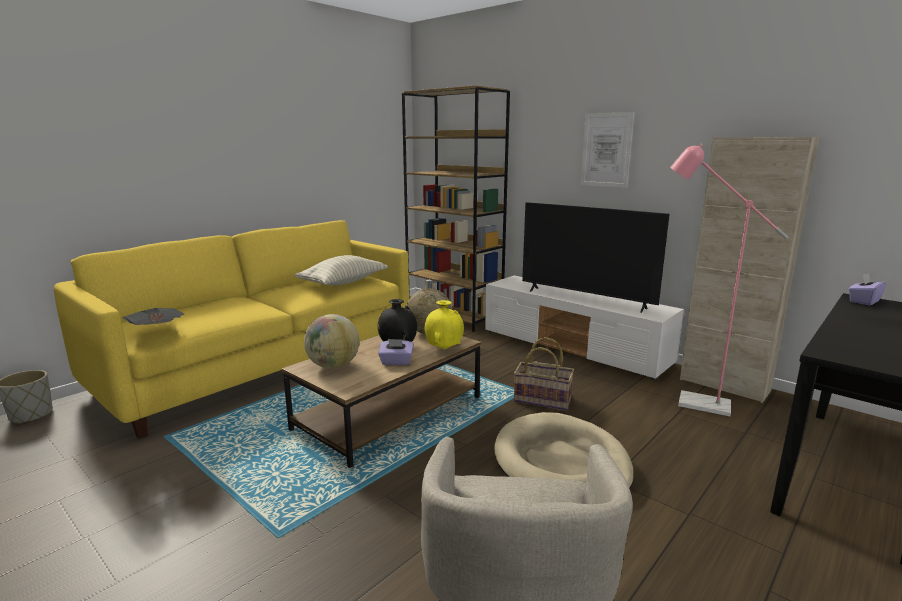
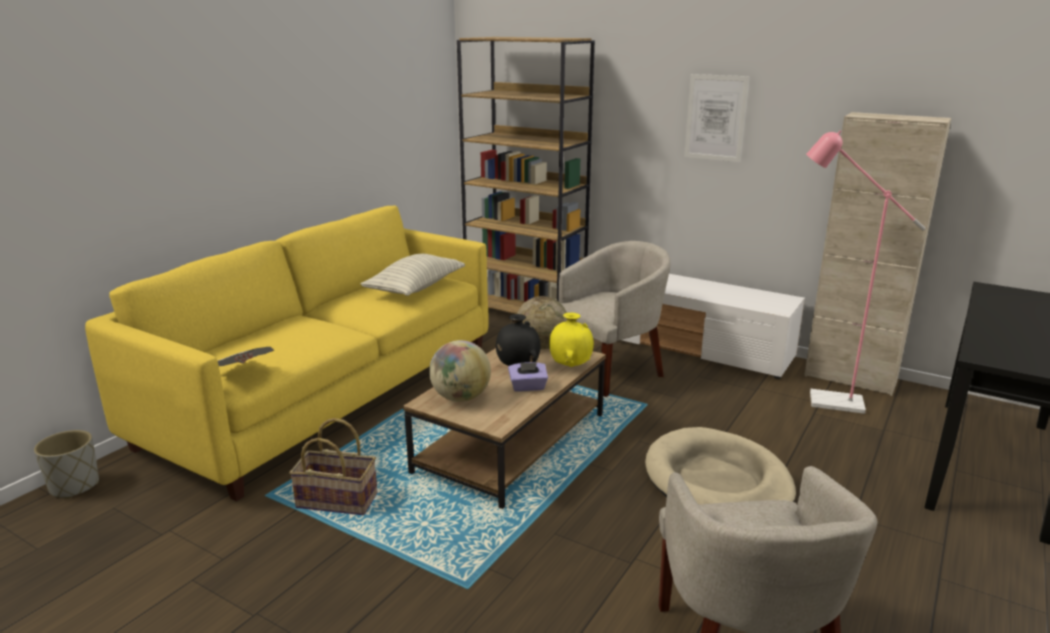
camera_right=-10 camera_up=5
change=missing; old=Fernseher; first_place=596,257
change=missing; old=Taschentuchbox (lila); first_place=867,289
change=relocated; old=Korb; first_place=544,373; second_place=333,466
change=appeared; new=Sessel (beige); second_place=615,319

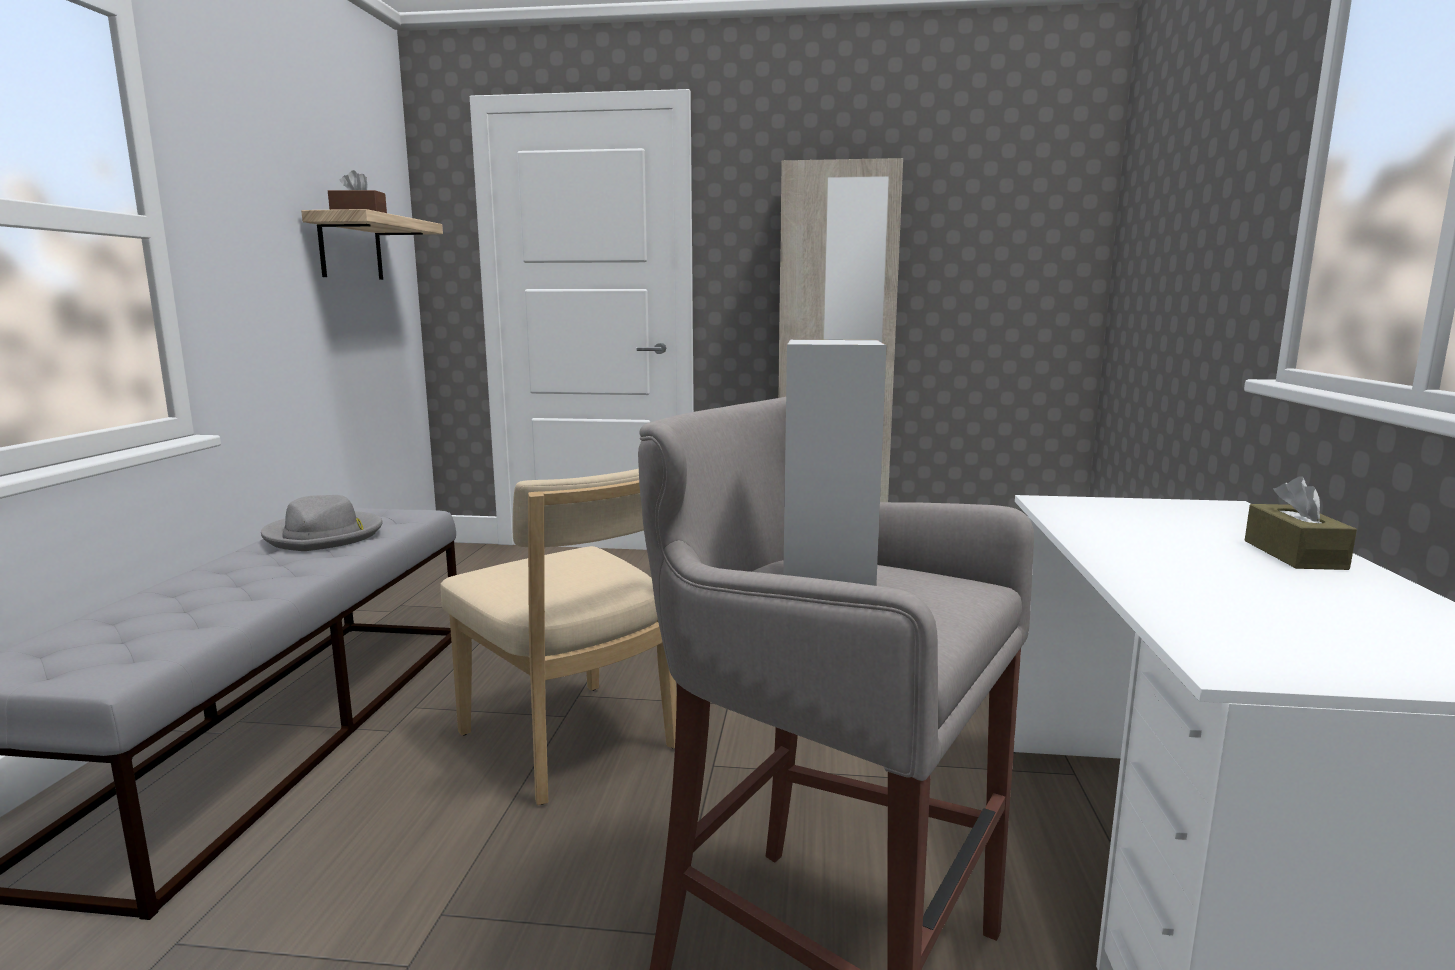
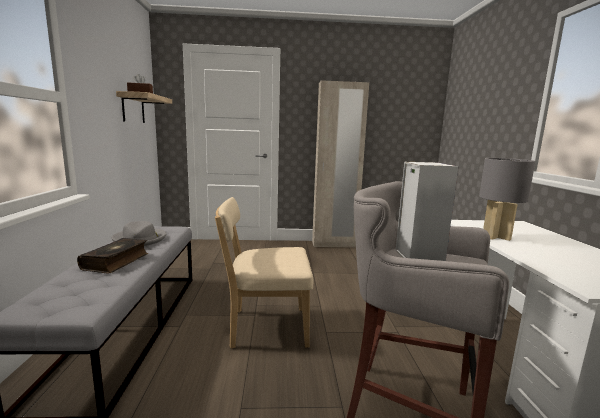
camera_right=-10 camera_up=0
change=spun; old=Stuhl (beige); first_place=559,637; second_place=264,272; degrees=135
change=missing; old=Taschentuchbox (braun); first_place=1301,523
change=appeared; new=Tischlampe (grau); second_place=507,199
change=appeared; new=Buch; second_place=112,255

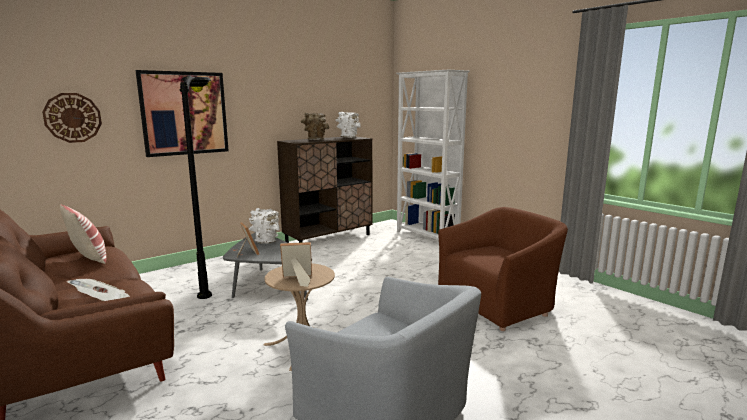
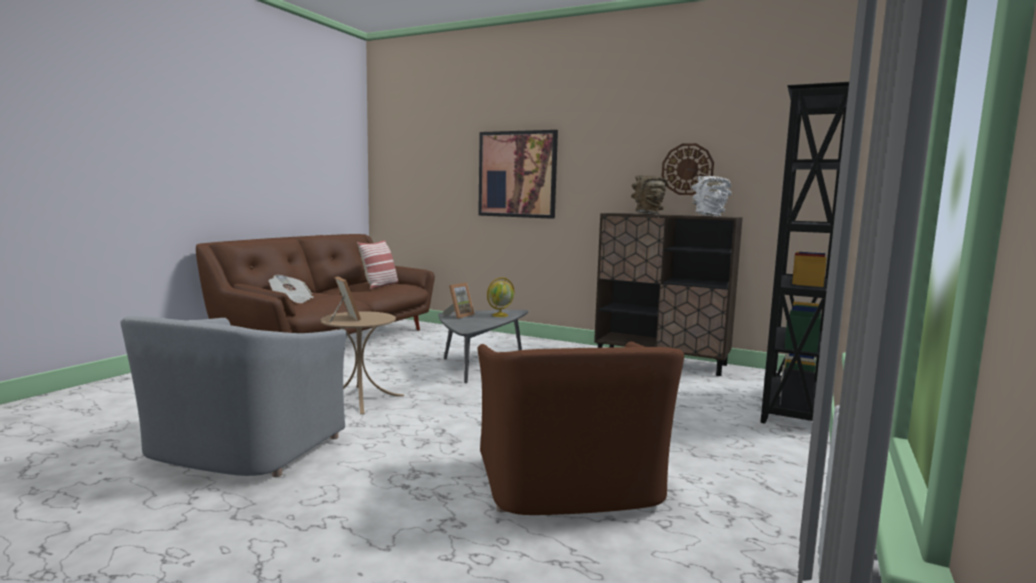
camera_right=65 camera_up=-5
change=colour; old=Bücherregal (weiß); new=Bücherregal (schwarz); first_place=433,154; second_place=805,253
change=missing; old=Stehlampe (schwarz); first_place=195,187
change=relocated; old=Wanduhr; first_place=72,118; second_place=688,169
change=spun; old=Sessel (braun); first_place=503,269; second_place=580,428; degrees=45
change=exchanged; old=Vase (weiß); new=Globus; first_place=264,226; second_place=501,297

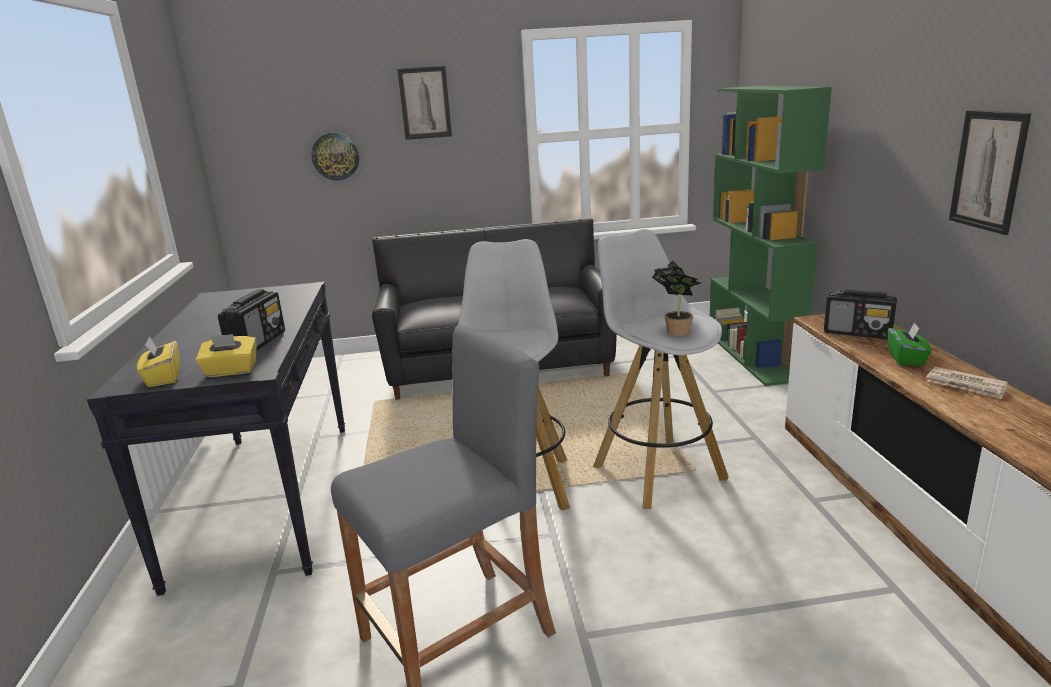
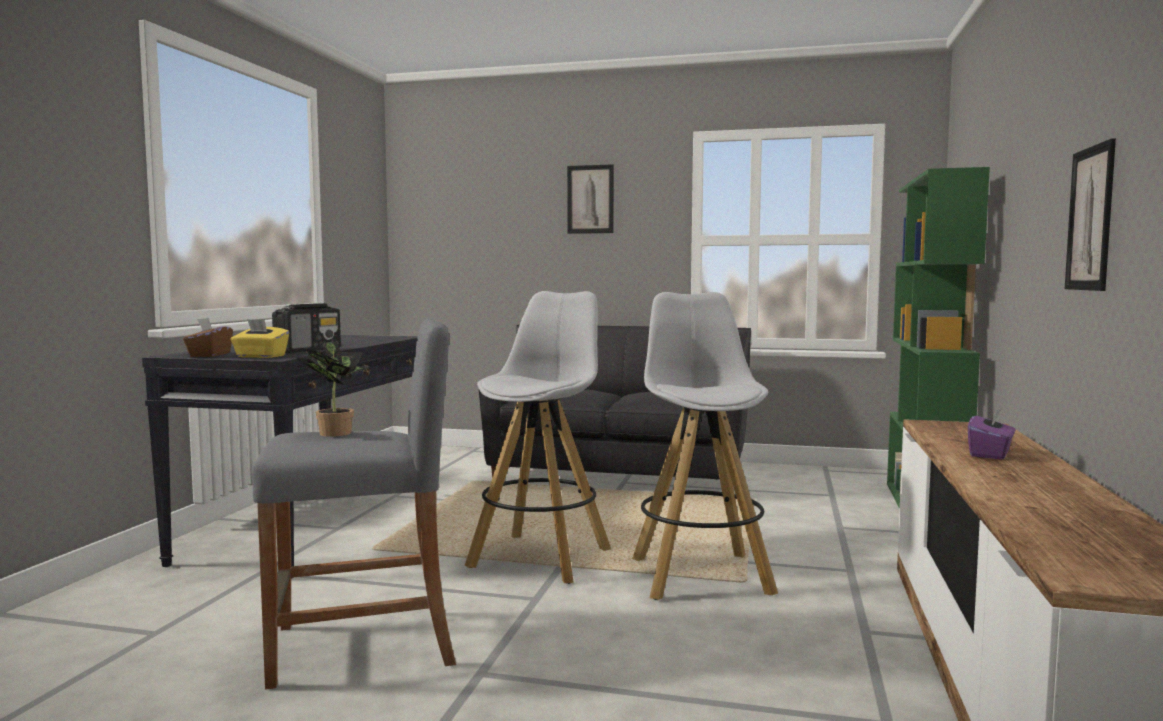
camera_right=20 camera_up=-15
change=missing; old=Wanduhr; first_place=335,157
change=relocated; old=Topfpflanze; first_place=676,298; second_place=333,387
change=missing; old=Radio; first_place=860,314
change=colour; old=Taschentuchbox (grün); new=Taschentuchbox (lila); first_place=910,344; second_place=991,434
change=colour; old=Taschentuchbox (gelb); new=Taschentuchbox (braun); first_place=158,362; second_place=208,337
change=missing; old=Zeitung; first_place=967,383

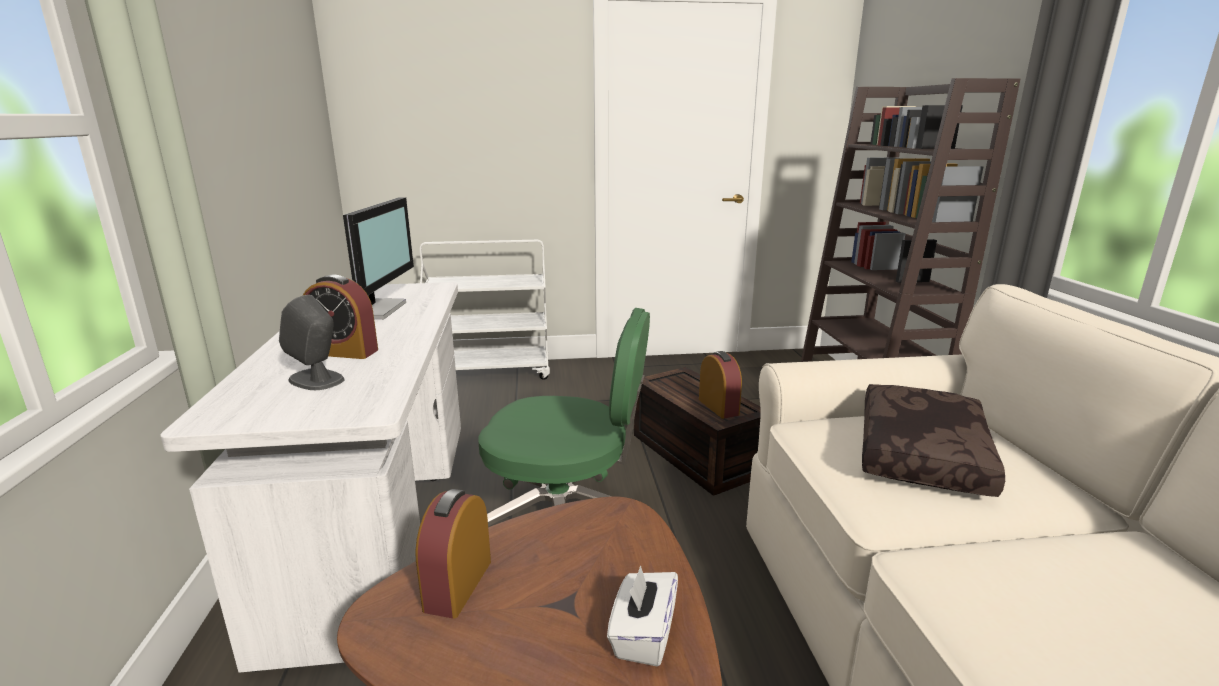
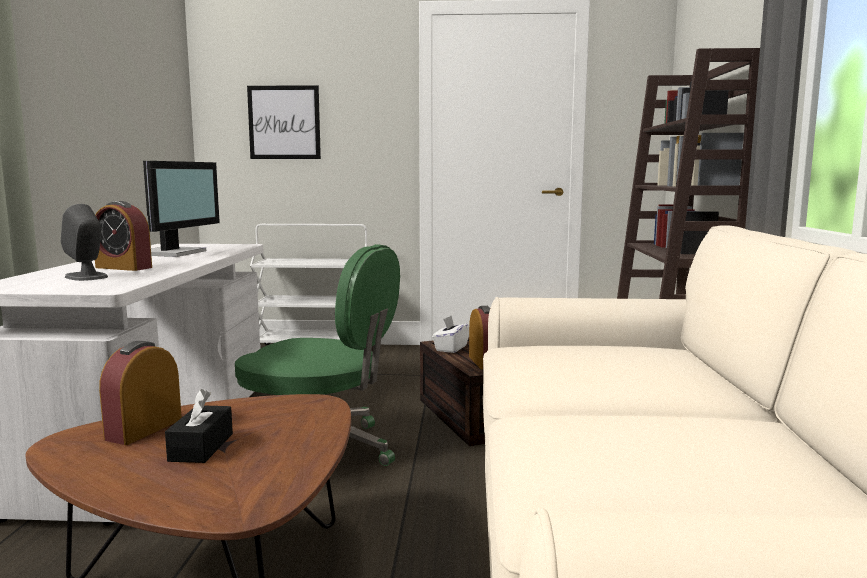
camera_right=10 camera_up=-10
change=missing; old=Kissen (braun); first_place=933,440
change=relocated; old=Taschentuchbox (weiß); first_place=642,616; second_place=450,334
change=appeared; new=Bild; second_place=284,122
change=appeared; new=Taschentuchbox (schwarz); second_place=199,426

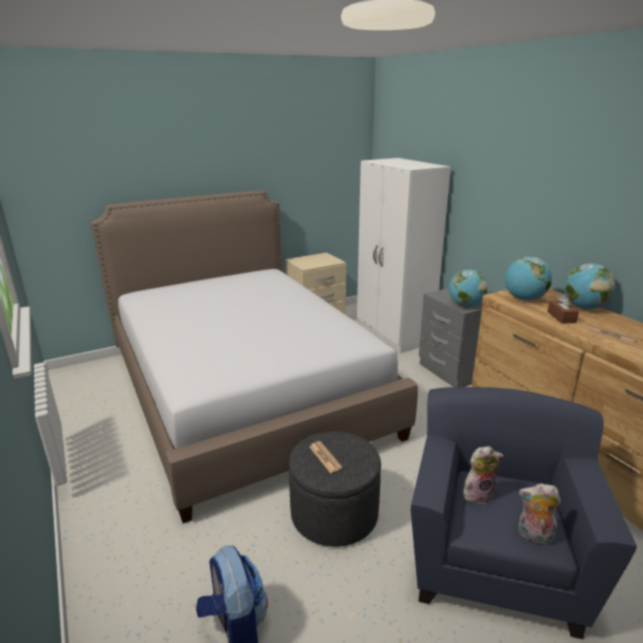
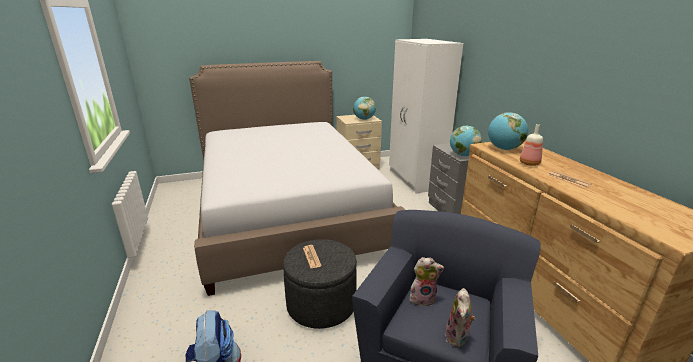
camera_right=10 camera_up=0
change=relocated; old=Globus; first_place=590,286; second_place=364,108
change=exchanged; old=Taschentuchbox (braun); new=Flasche; first_place=563,309; second_place=531,145
change=spun; old=Plüschtier; first_place=539,513; second_place=460,317; degrees=-105

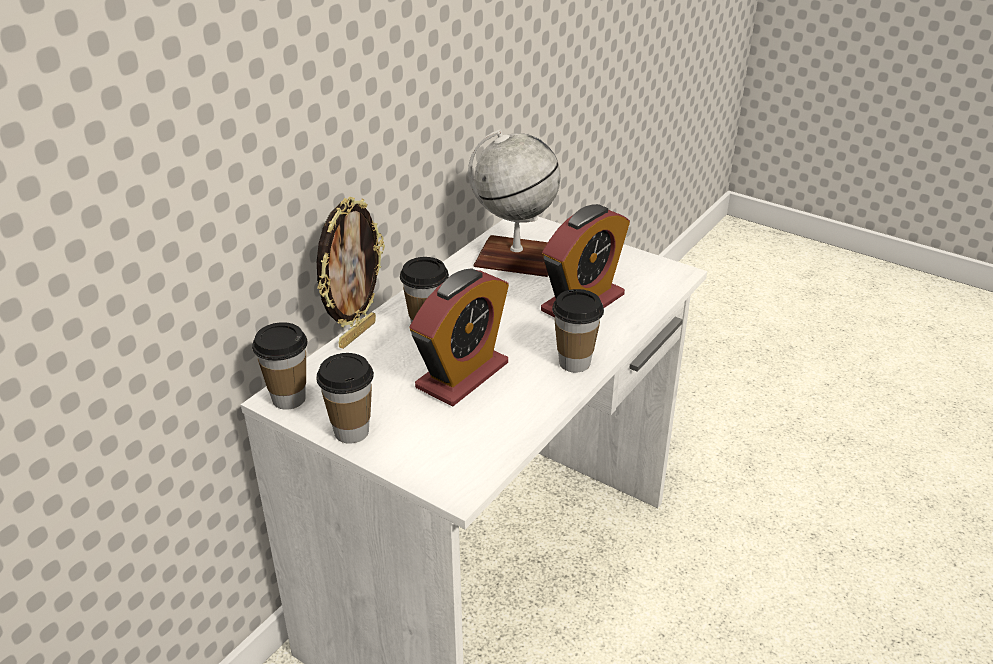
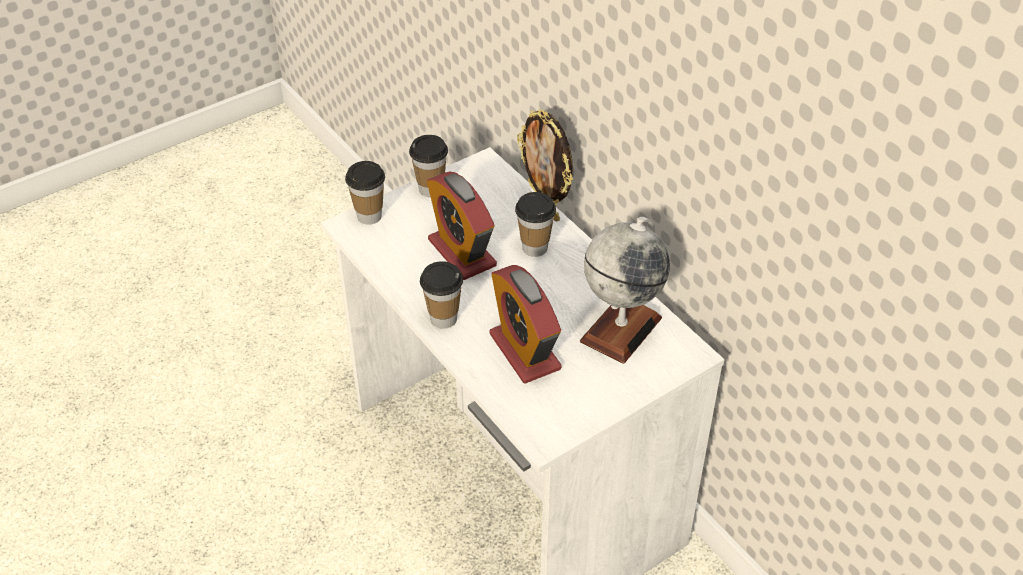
camera_right=110 camera_up=10
change=relocated; old=Tasse; first_place=280,366; second_place=365,193

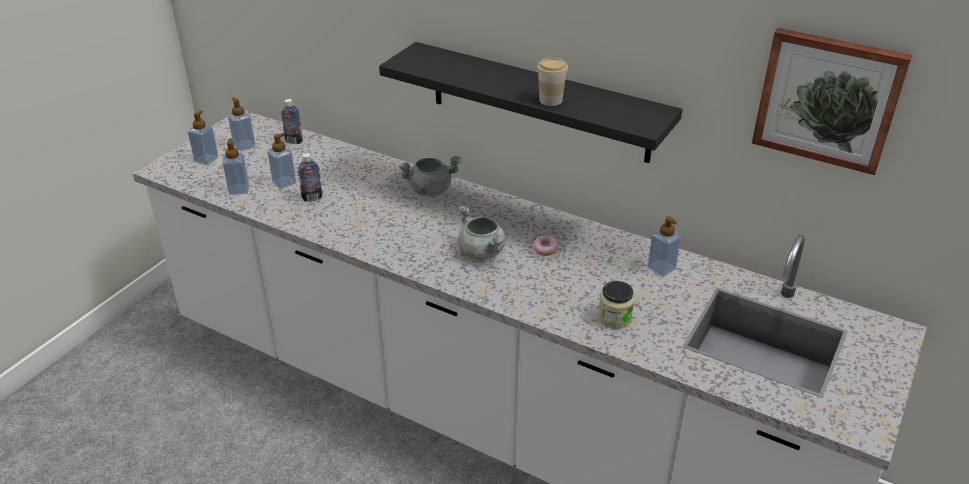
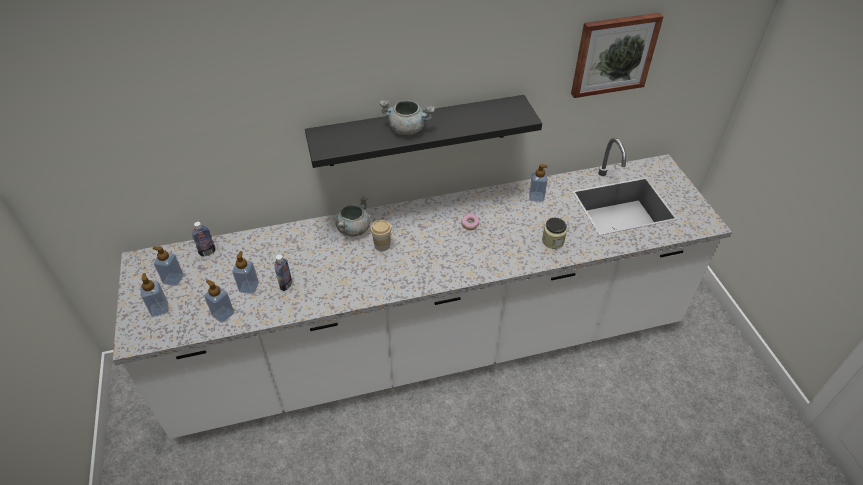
camera_right=-45 camera_up=10
change=relocated; old=Tasse; first_place=552,82; second_place=381,235
change=relocated; old=Kochtopf (grau); first_place=482,232; second_place=407,117

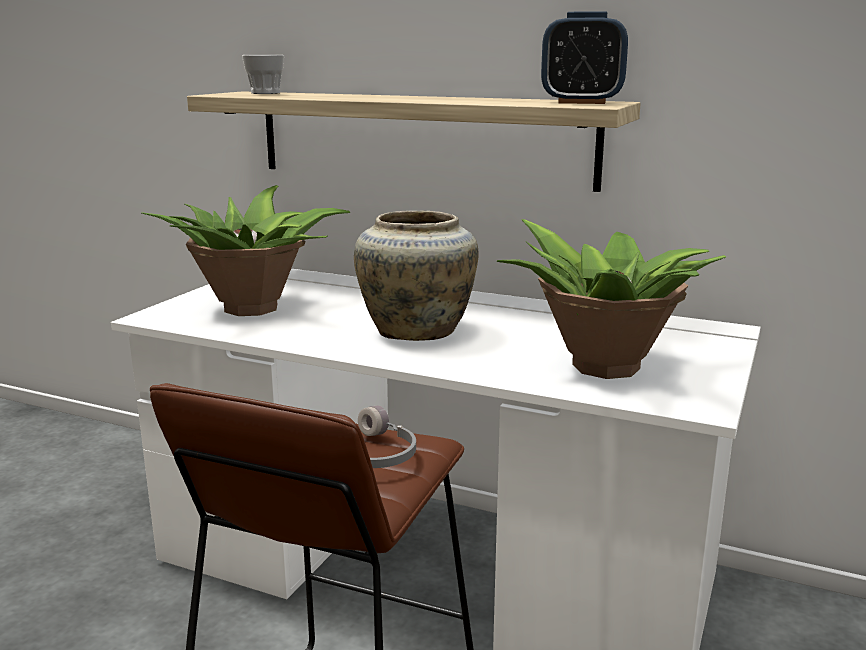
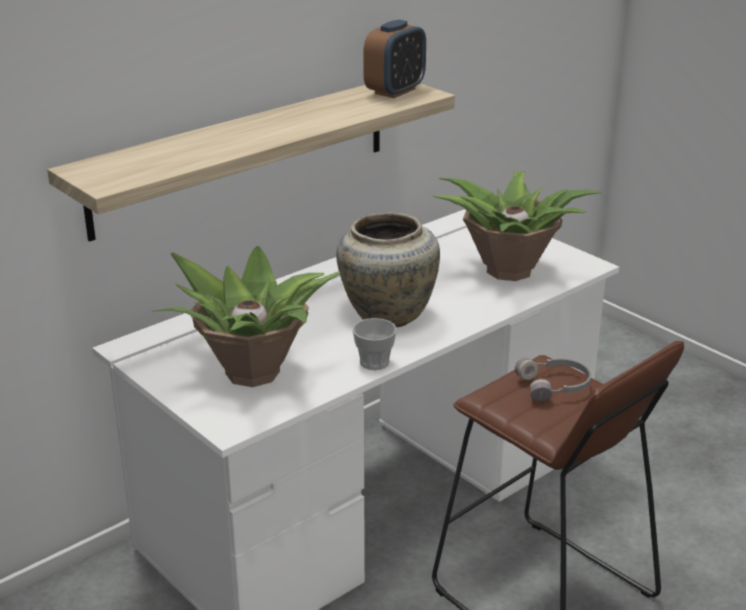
camera_right=-65 camera_up=10
change=relocated; old=Tasse; first_place=263,74; second_place=374,344

